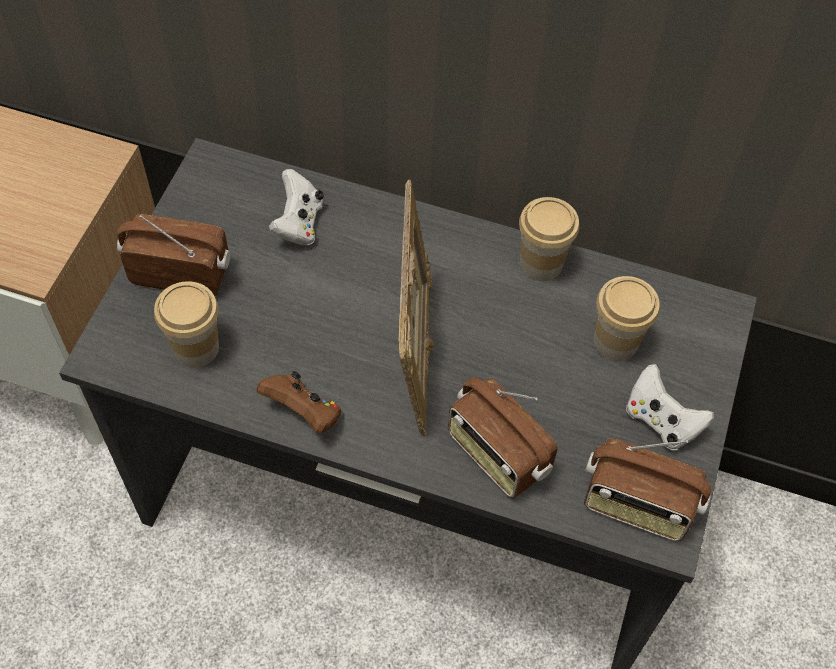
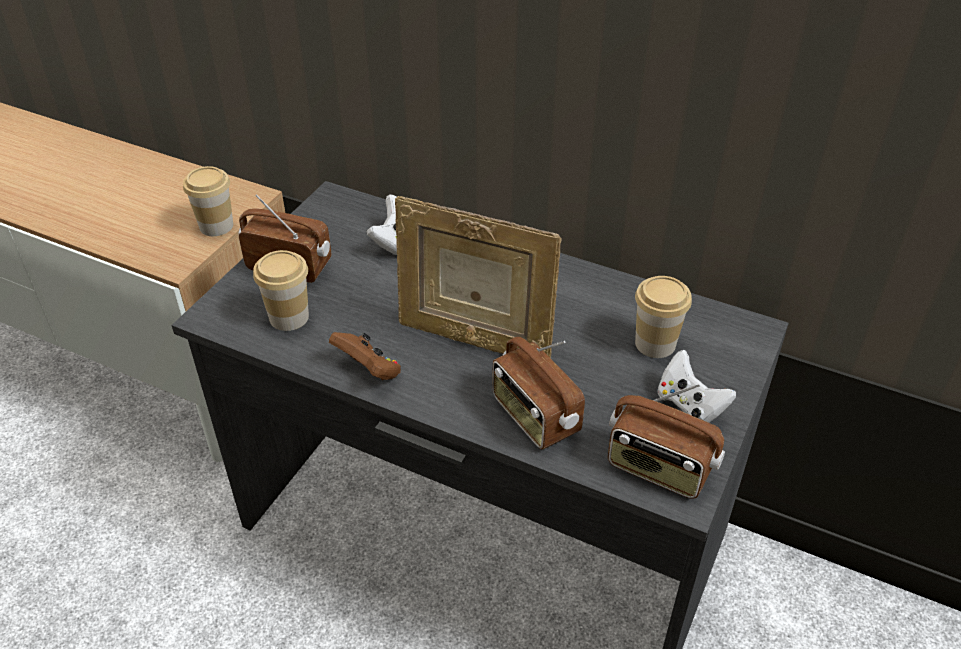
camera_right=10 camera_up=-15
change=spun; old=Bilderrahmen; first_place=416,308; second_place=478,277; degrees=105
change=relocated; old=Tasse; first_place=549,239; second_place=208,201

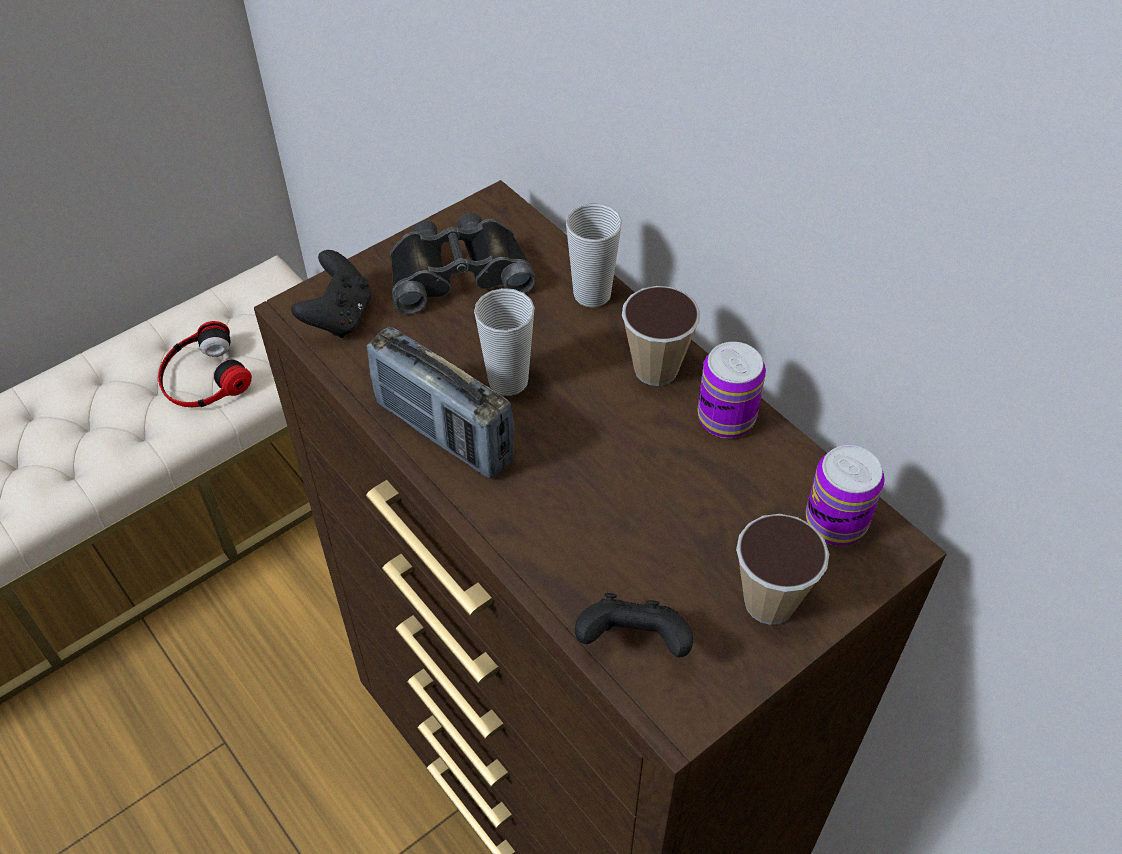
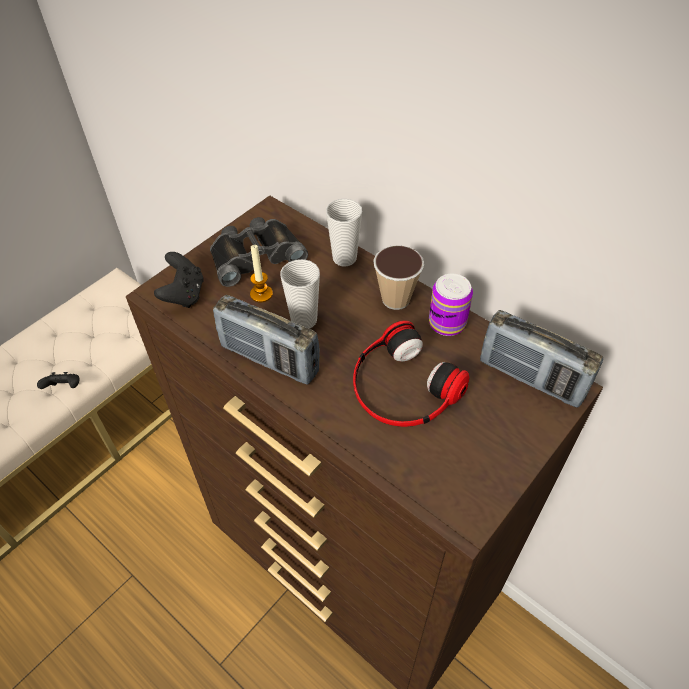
camera_right=-10 camera_up=0
change=relocated; old=Kopfhörer; first_place=205,364; second_place=411,374
change=exchanged; old=Dose; new=Radio; first_place=845,495; second_place=541,359
change=missing; old=Tasse; first_place=782,569
change=relocated; old=Gamepad (schwarz); first_place=634,625; second_place=58,380
change=appeared; new=Kerze; second_place=261,273

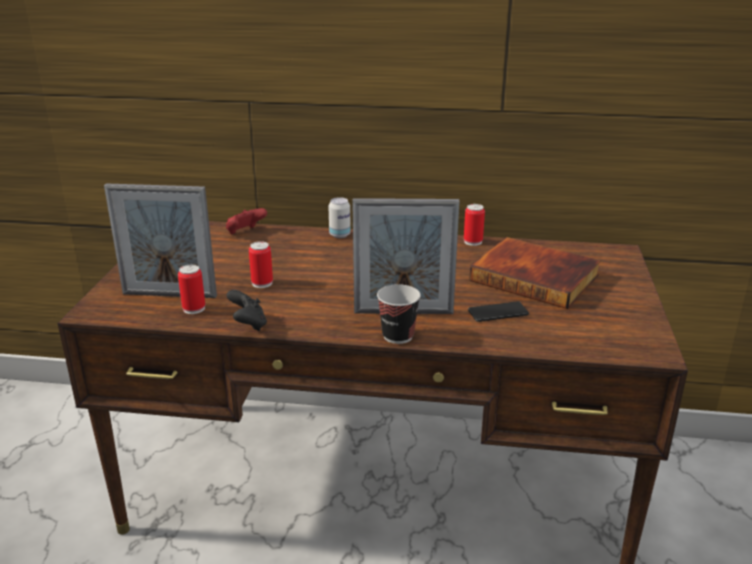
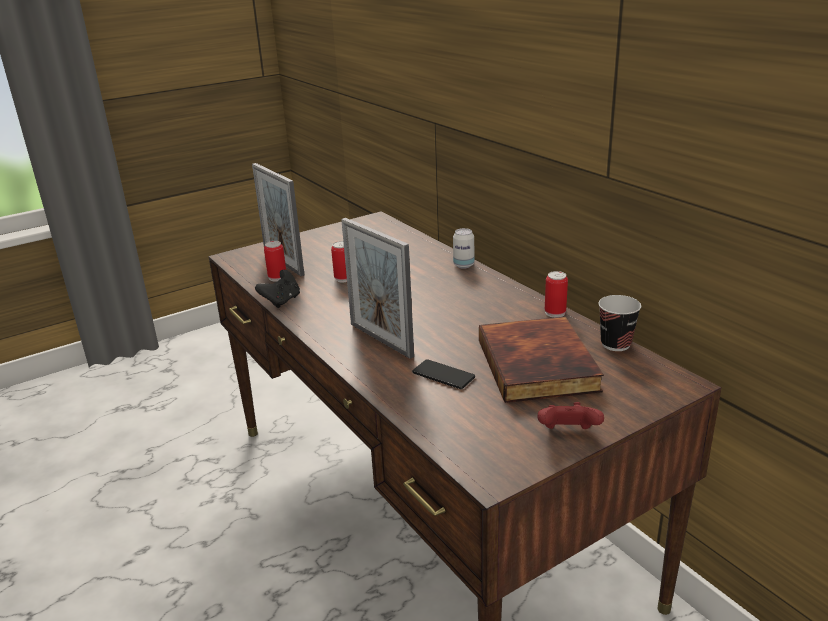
camera_right=50 camera_up=0
change=relocated; old=Gamepad (rot); first_place=246,221; second_place=571,415
change=relocated; old=Tasse; first_place=399,314; second_place=619,323

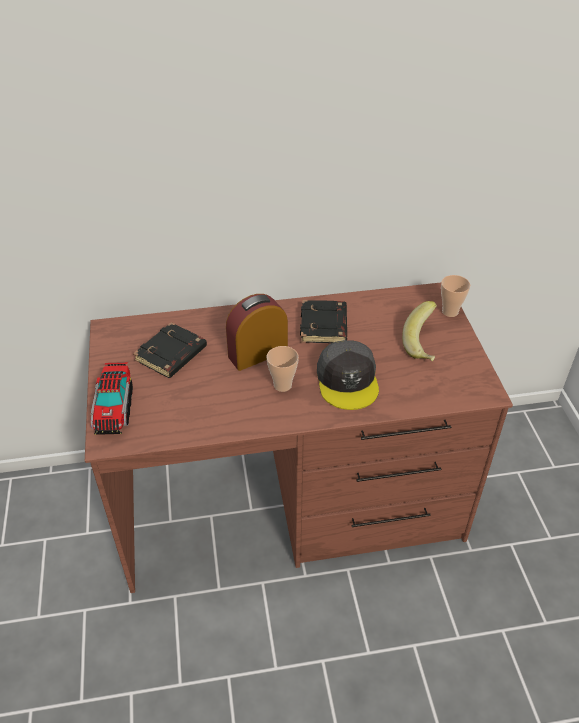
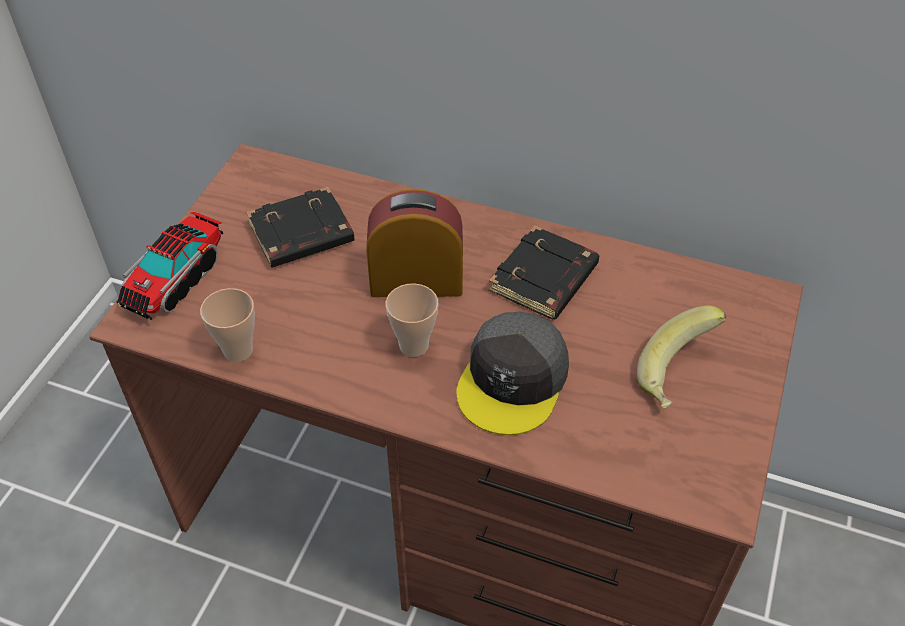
camera_right=30 camera_up=5
change=relocated; old=Tasse; first_place=456,296; second_place=227,325

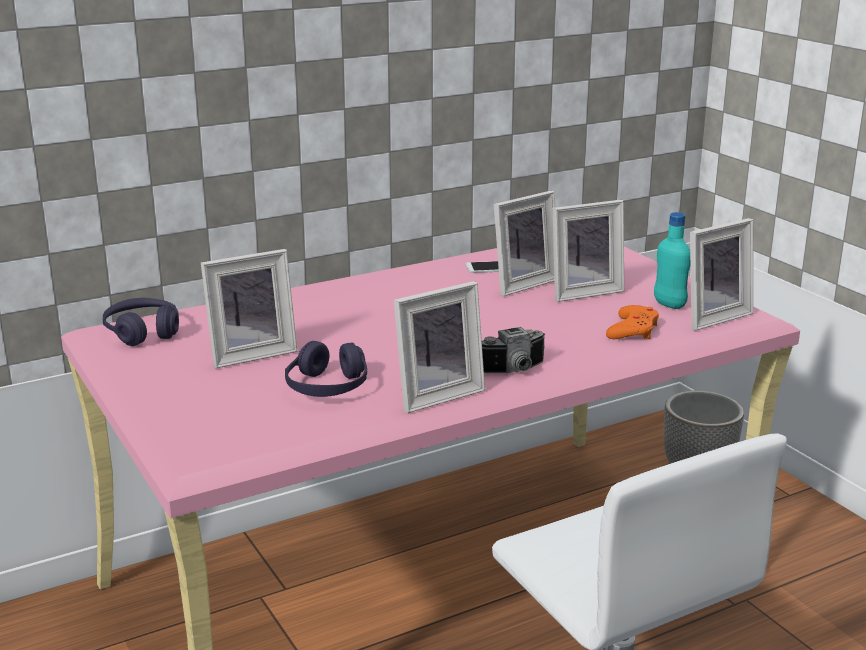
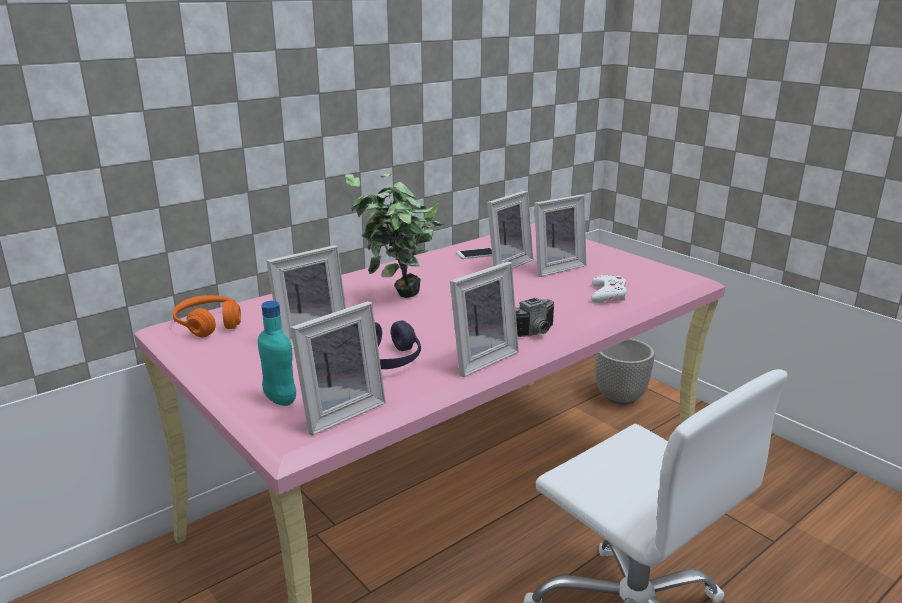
camera_right=-10 camera_up=0
change=relocated; old=Flasche (türkis); first_place=672,260; second_place=277,353
change=relocated; old=Bilderrahmen; first_place=721,274; second_place=338,368
change=colour; old=Kopfhörer (lila); new=Kopfhörer (orange); first_place=141,322; second_place=207,316
change=colour; old=Gamepad (orange); new=Gamepad (weiß); first_place=632,322; second_place=609,289
change=appeared; new=Topfpflanze; second_place=395,236

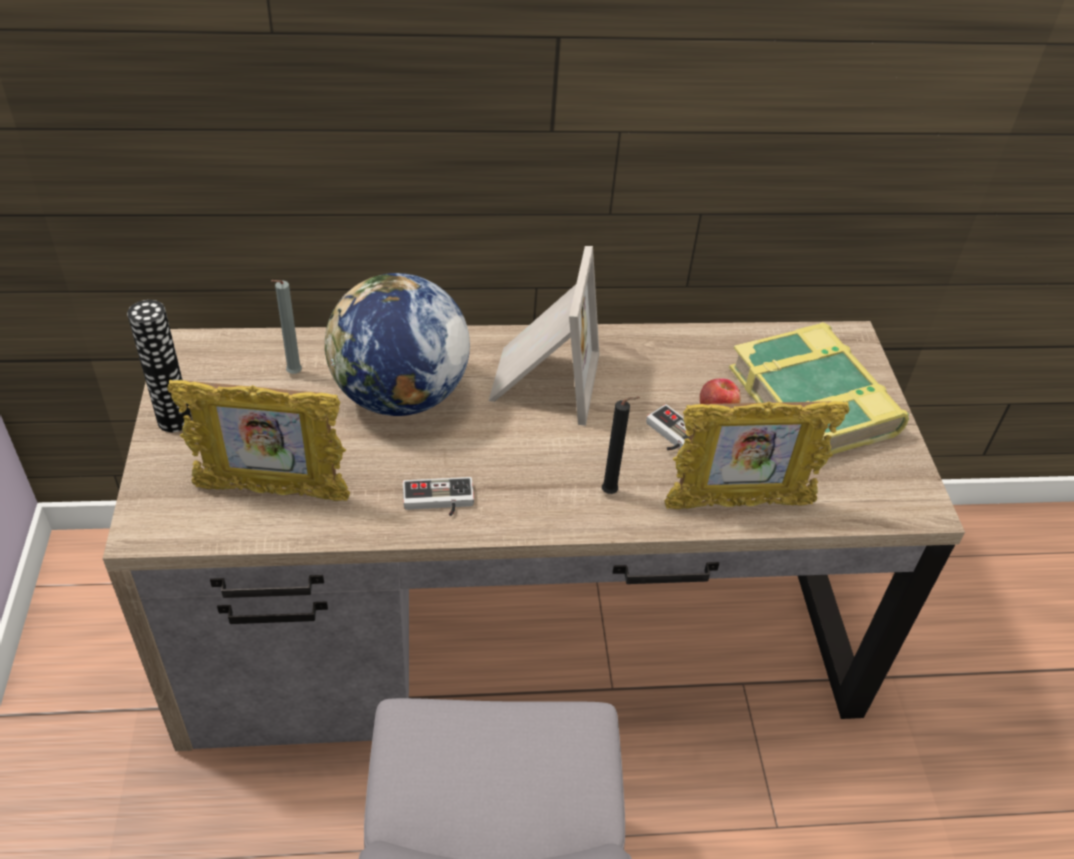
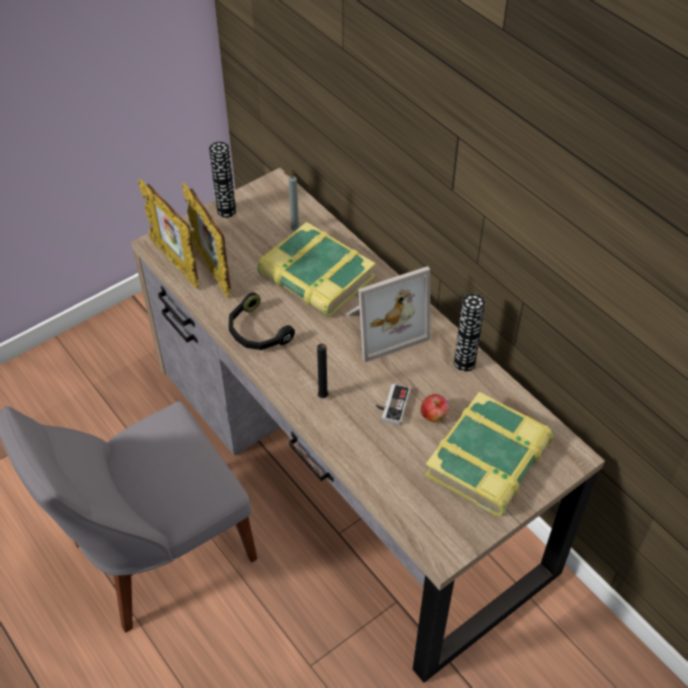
camera_right=60 camera_up=5
change=exchanged; old=Globus; new=Buch; first_place=397,344; second_place=316,269
change=relocated; old=Bilderrahmen; first_place=756,455; second_place=168,234
change=exchanged; old=Gamepad; new=Kopfhörer (schwarz); first_place=438,496; second_place=262,321
change=appeared; new=Vase; second_place=469,333

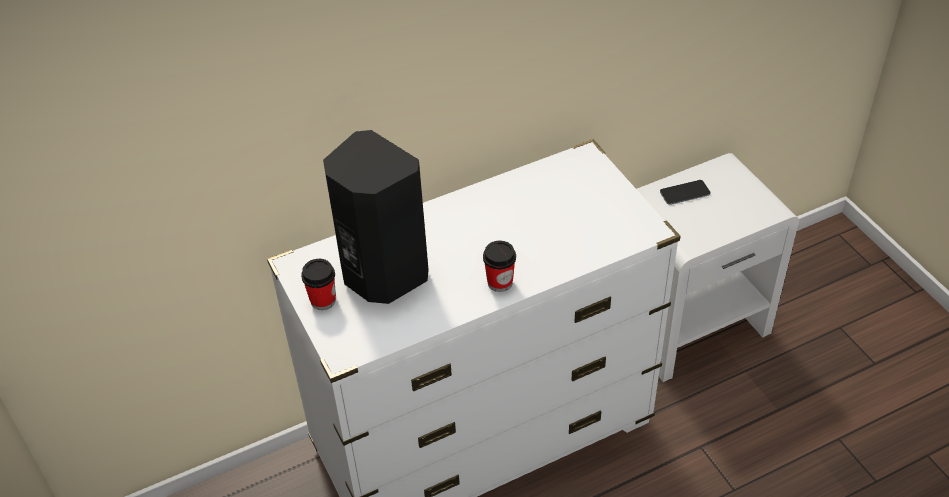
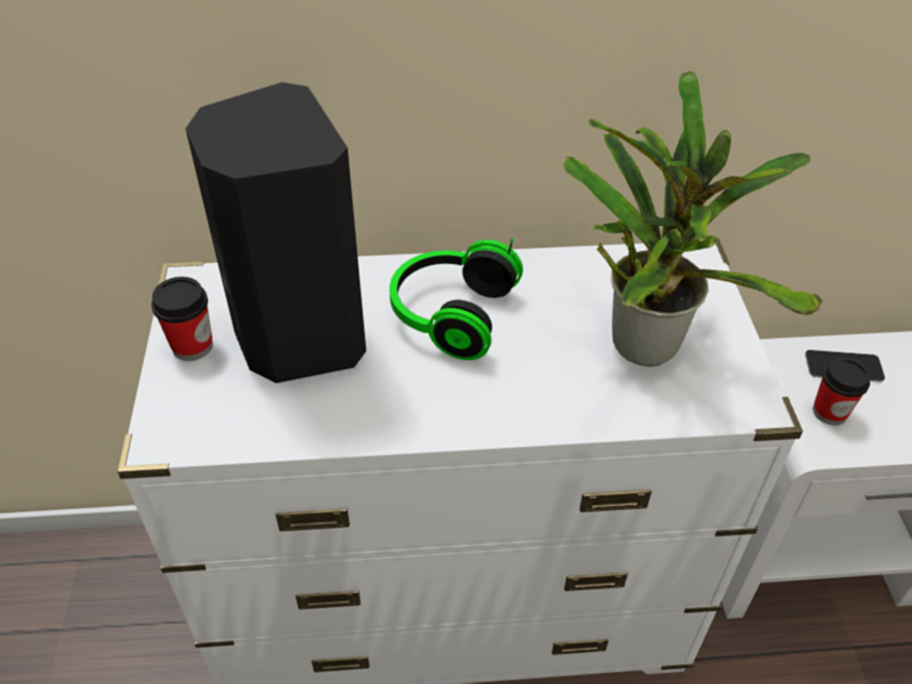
camera_right=20 camera_up=0
change=relocated; old=Tasse; first_place=499,266; second_place=841,391
change=appeared; new=Topfpflanze; second_place=693,219
change=appeared; new=Kopfhörer; second_place=456,299

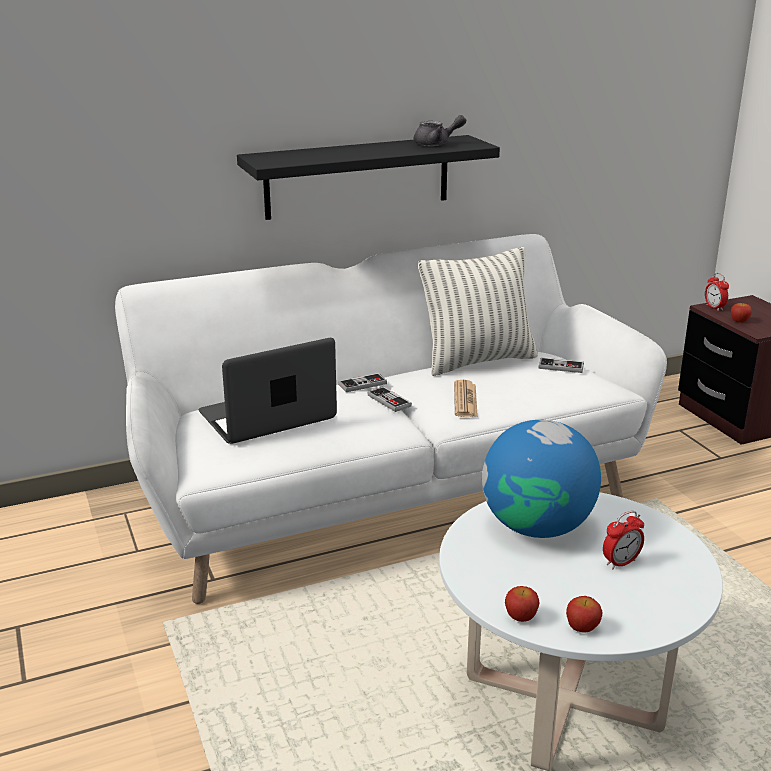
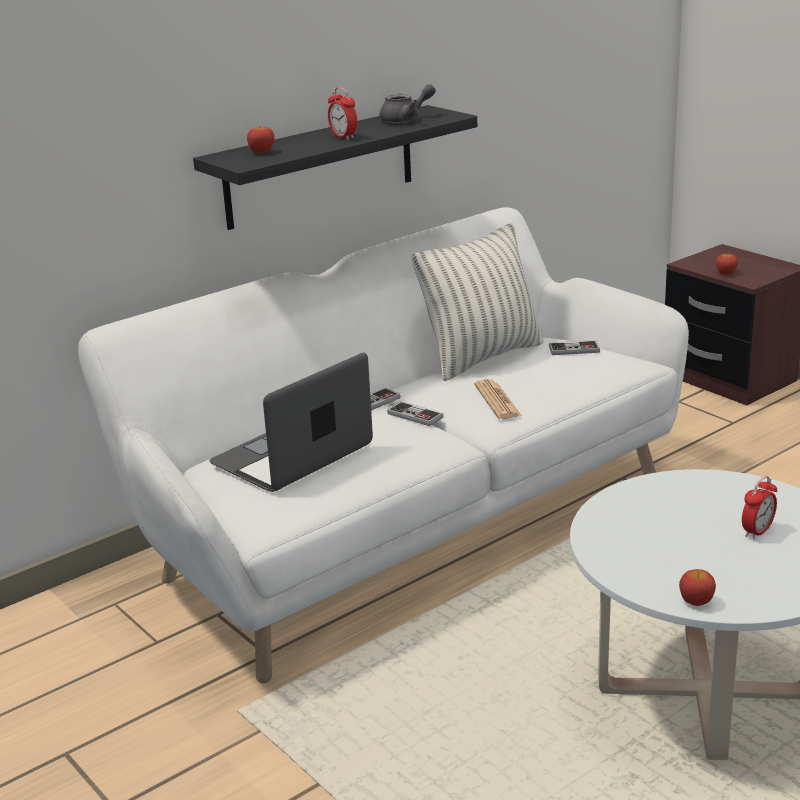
camera_right=-15 camera_up=0
change=relocated; old=Wecker; first_place=717,292; second_place=342,113
change=missing; old=Globus; first_place=541,479
change=relocated; old=Apfel; first_place=584,614; second_place=261,140

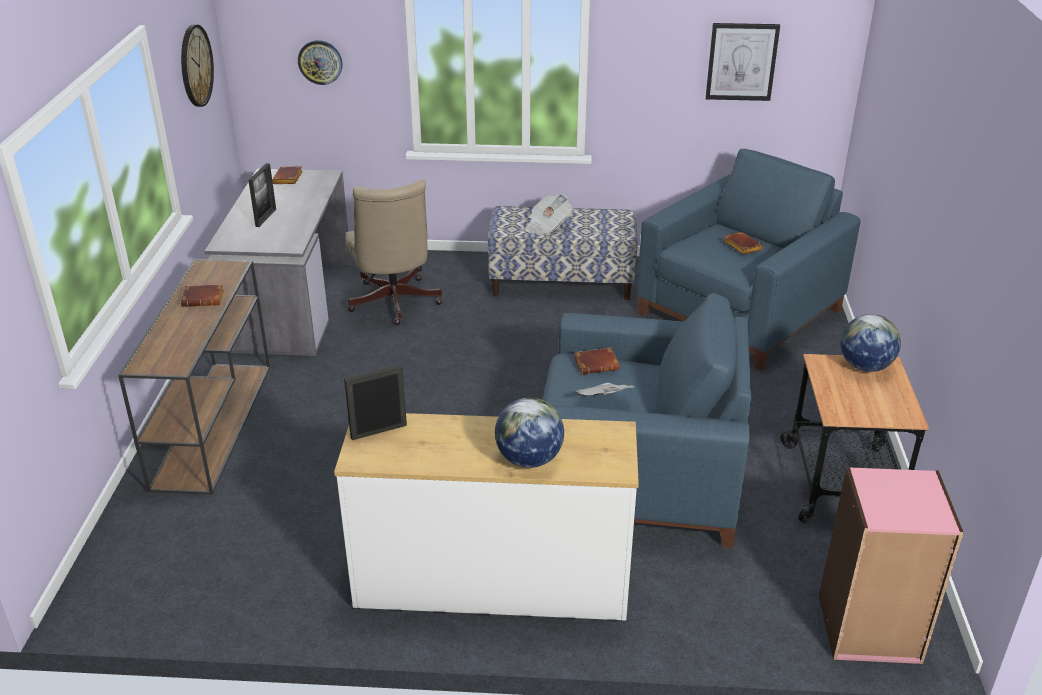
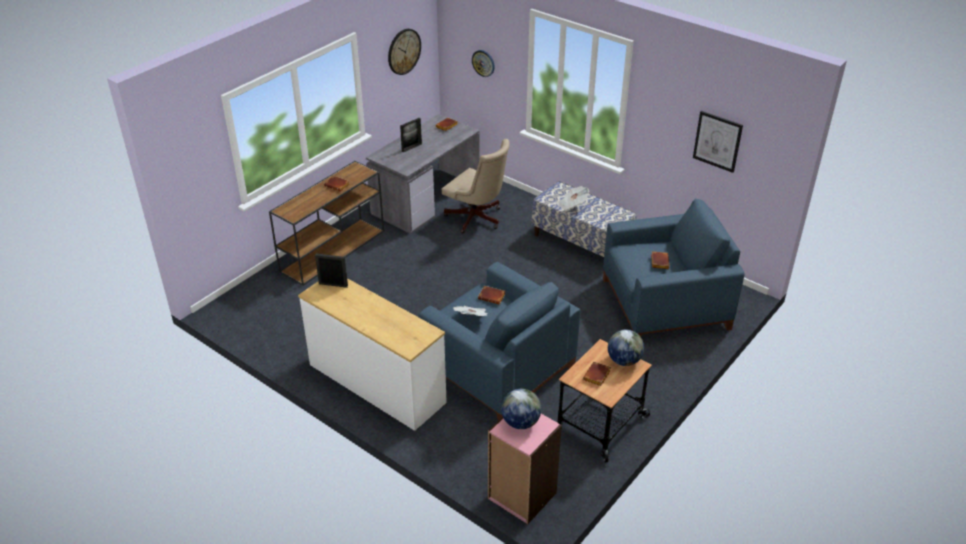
camera_right=35 camera_up=5
change=spun; old=Bürostuhl (beige); first_place=393,252; second_place=476,186; degrees=-75
change=relocated; old=Globus; first_place=529,433; second_place=521,409
change=appeared; new=Buch (braun); second_place=597,374

